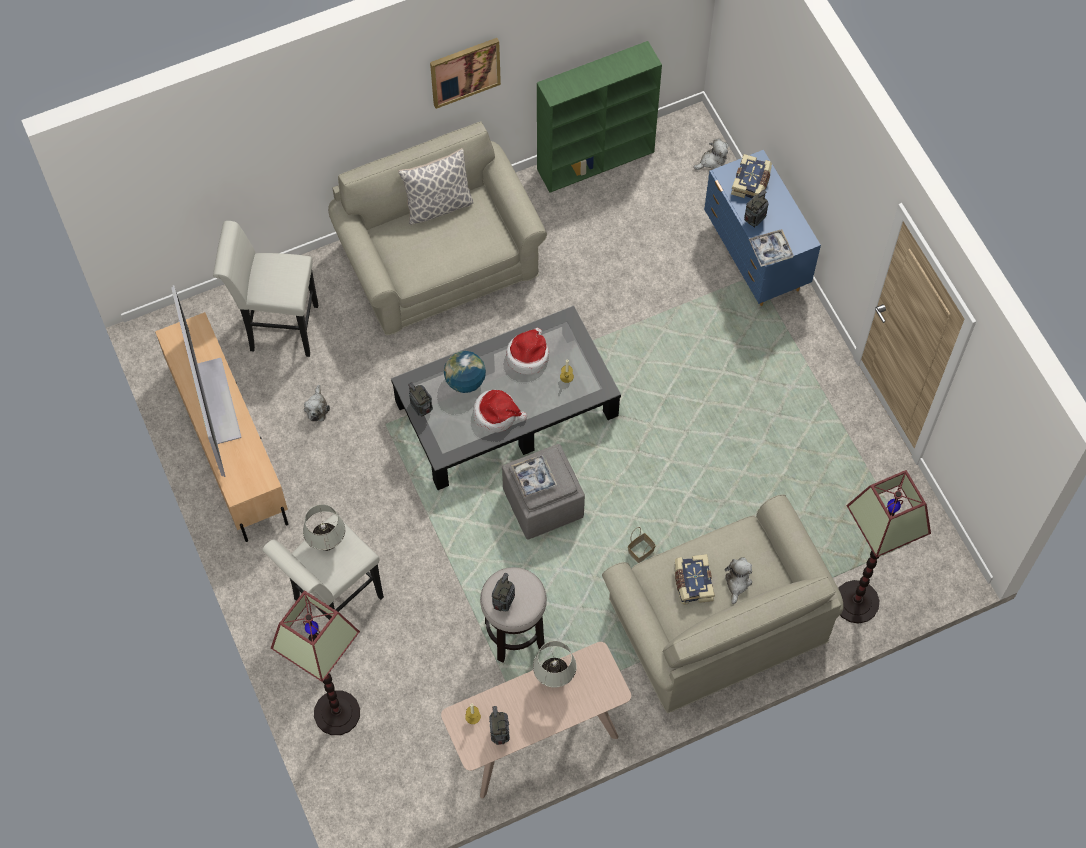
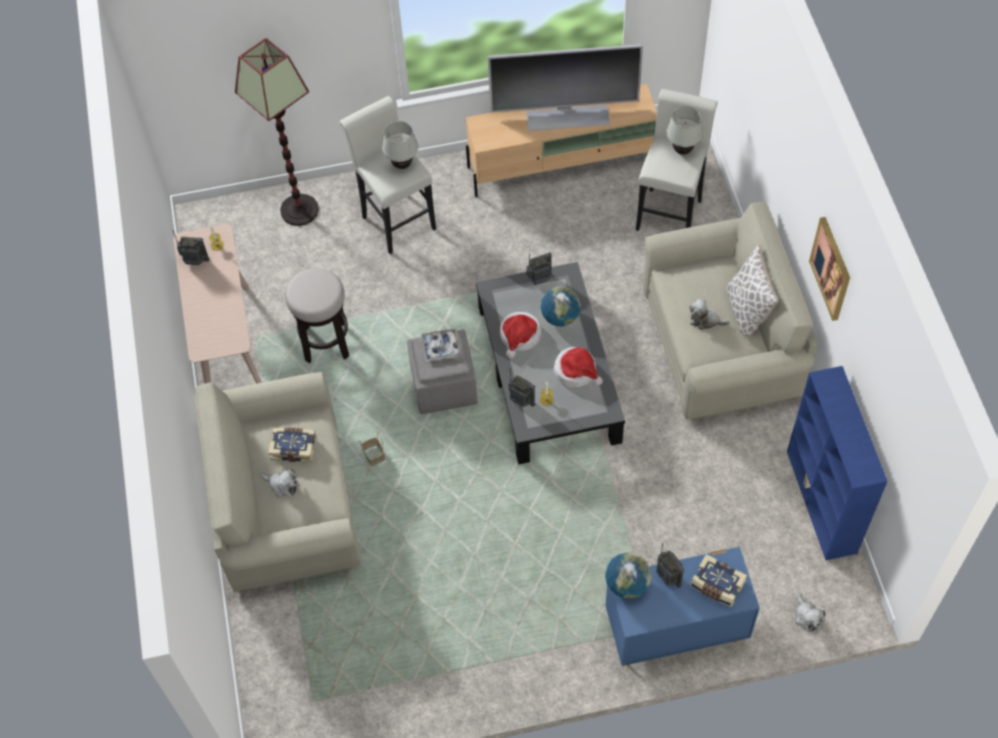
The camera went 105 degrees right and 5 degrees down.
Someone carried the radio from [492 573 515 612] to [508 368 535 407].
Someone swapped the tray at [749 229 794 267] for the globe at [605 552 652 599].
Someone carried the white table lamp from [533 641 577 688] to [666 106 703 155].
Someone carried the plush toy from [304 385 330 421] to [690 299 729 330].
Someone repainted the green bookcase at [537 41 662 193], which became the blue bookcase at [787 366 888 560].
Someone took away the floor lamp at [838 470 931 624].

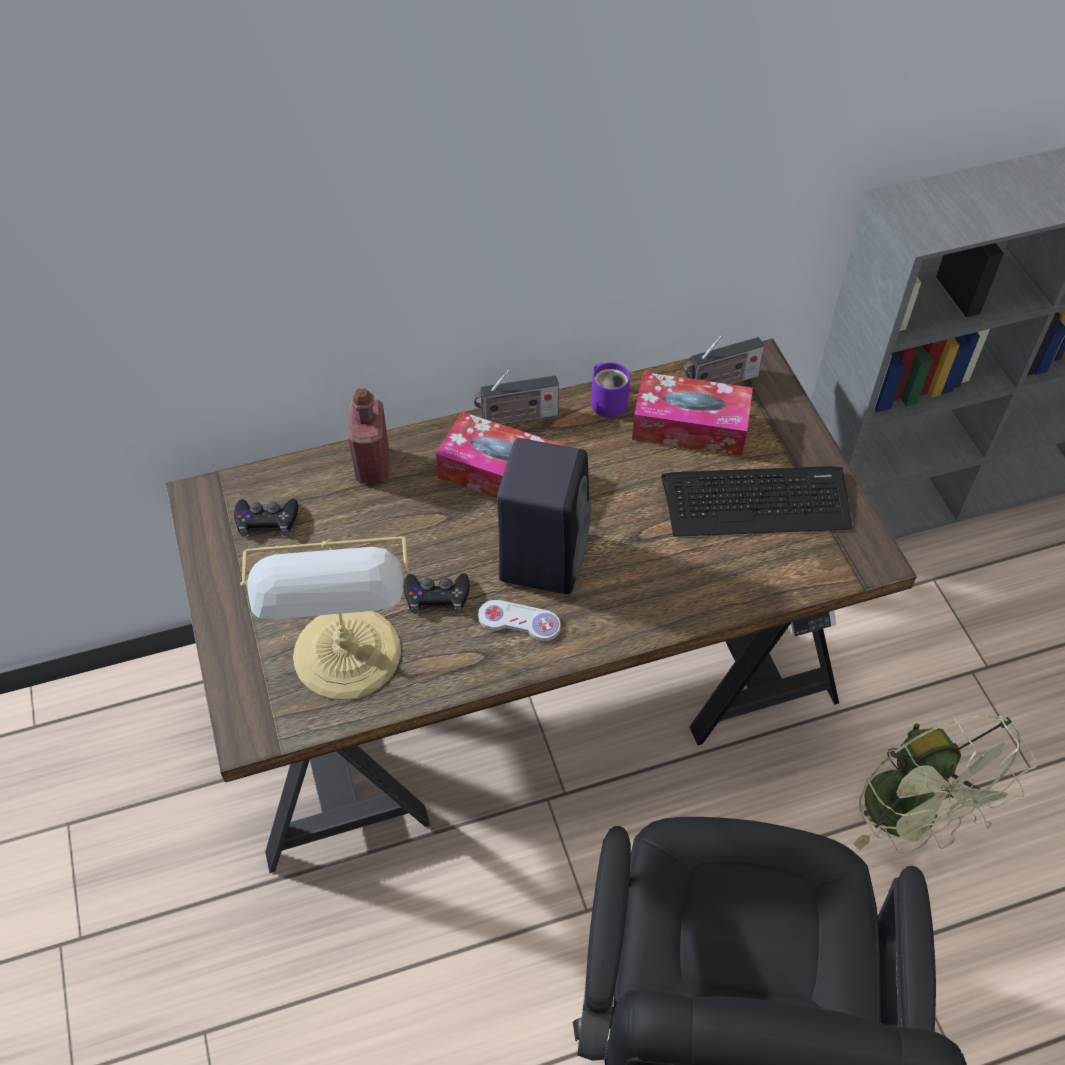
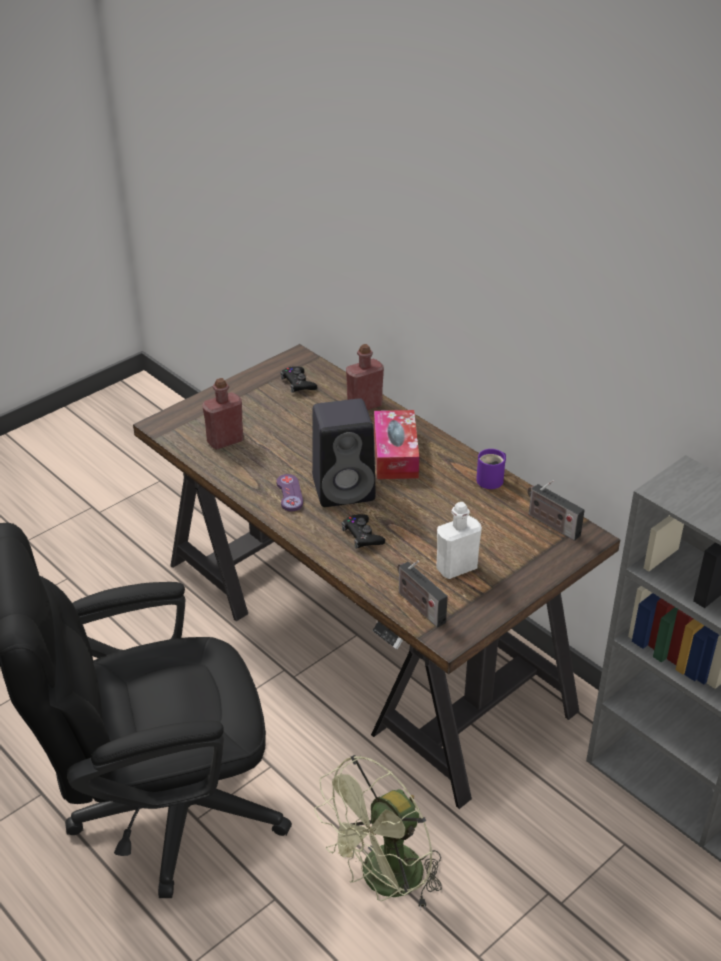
The camera went 65 degrees right and 15 degrees down.
Someone swapped the table lamp at [240 536 409 700] for the red bottle at [202 378 243 450].
Someone repainted the white game controller at [478 600 561 641], which became the purple game controller at [276 474 303 512].
Someone carried the black game controller from [404 573 469 614] to [342 514 385 549].
Someone carried the radio from [473 369 559 425] to [397 560 448 627].
Someone swapped the keyboard at [661 466 853 537] for the white bottle at [436 502 482 579].
Someone took away the tissue box at [632 372 753 456].

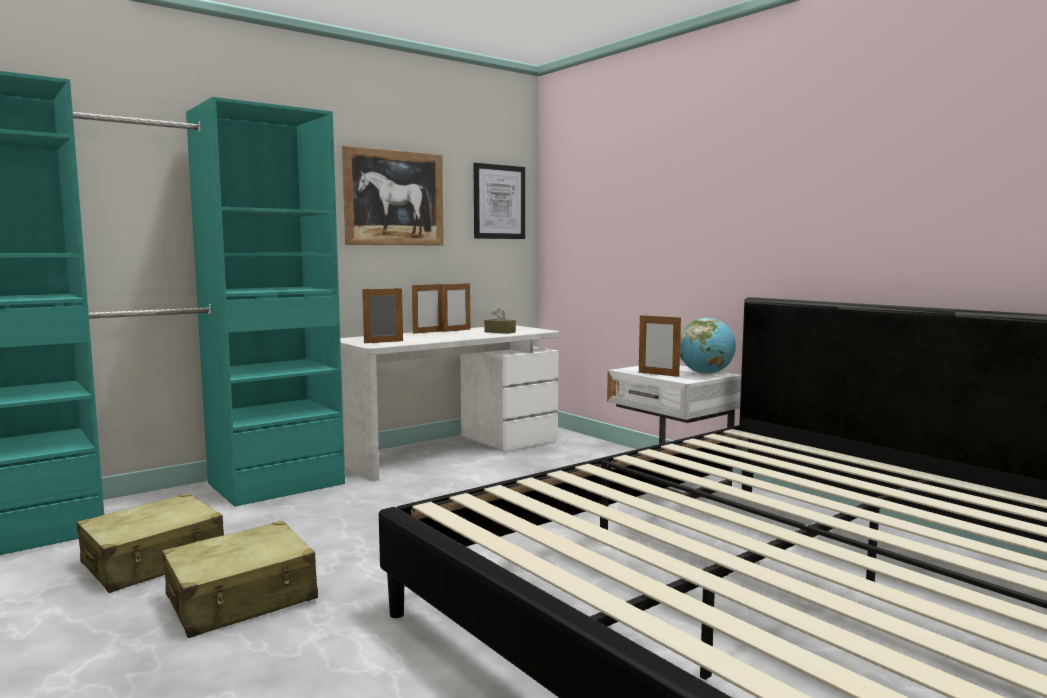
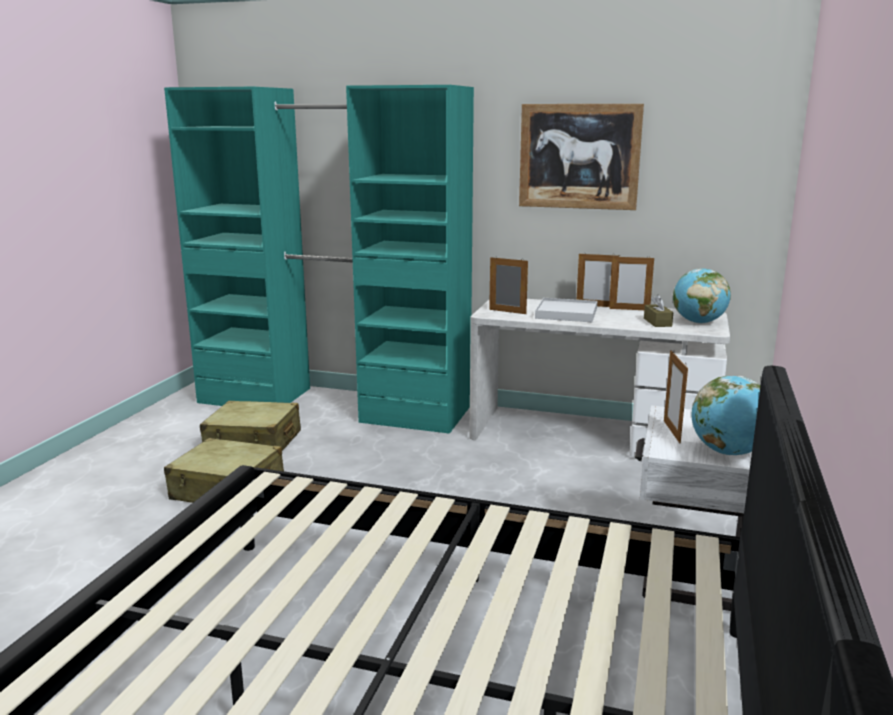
The camera went 55 degrees right and 10 degrees up.
Someone put down the white tray at [535 298 597 322].
Someone put down the globe at [673 269 731 323].
Someone took away the picture at [474 163 525 239].

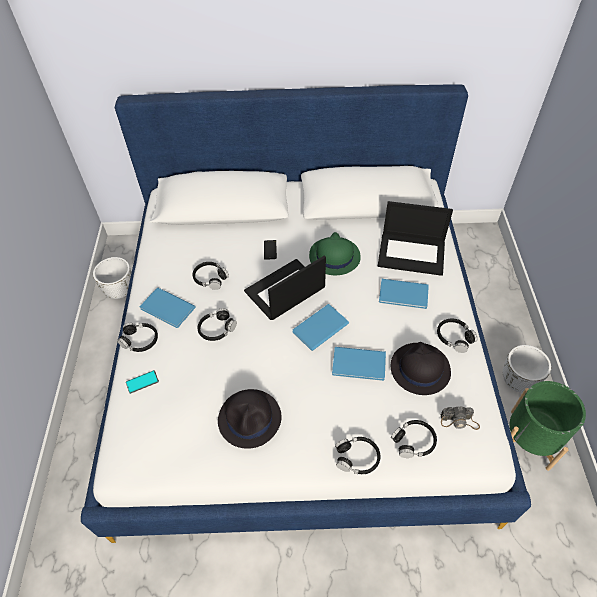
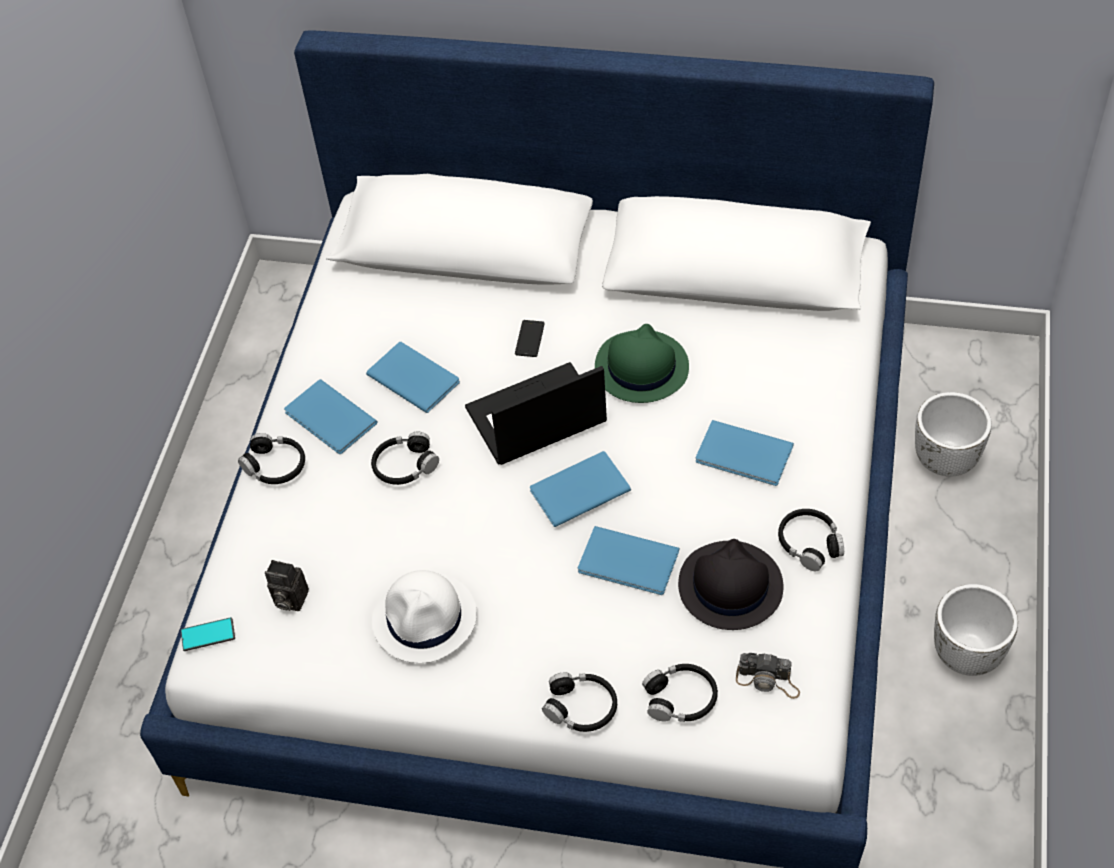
The camera went 15 degrees right and 0 degrees up.
Someone carried the phone from [126 370 159 394] to [181 617 235 651].
Someone put down the photo camera at [265 560 309 611].
Someone swapped the black headphones at [192 262 229 290] for the blue book at [366 342 460 413].
Someone repainted the black hat at [218 389 282 449], which became the white hat at [372 570 477 663].
Someone carried the white planter from [93 257 132 299] to [915 392 992 477].
Someone took away the laptop at [378 201 453 276].
Someone took away the green planter at [510 381 586 471].

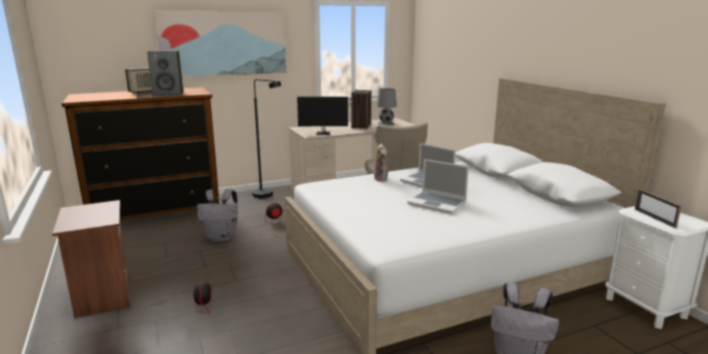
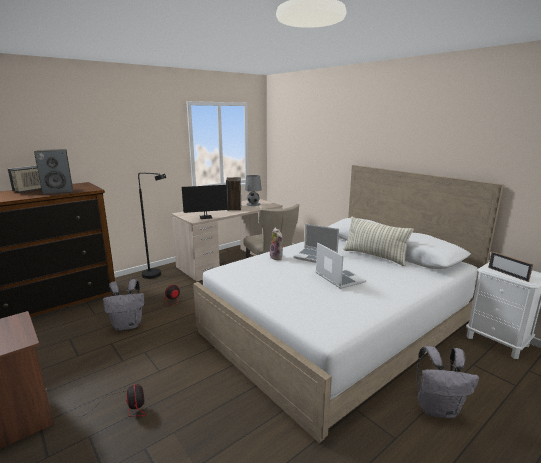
The camera went 15 degrees left and 0 degrees up.
Someone rotated the laptop at [407 159 469 214] by 135 degrees counterclockwise.
Someone put down the pillow at [343 217 413 266].
Someone took away the picture at [154 11 286 77].

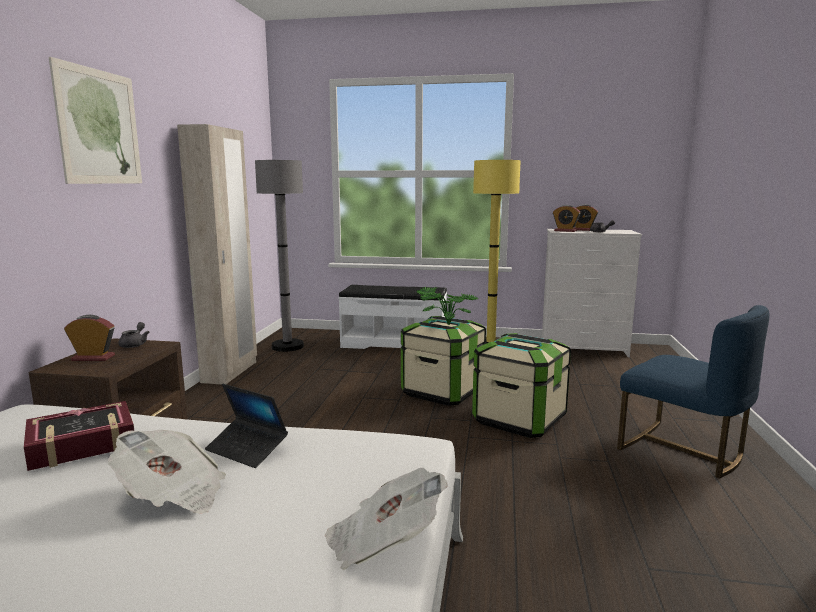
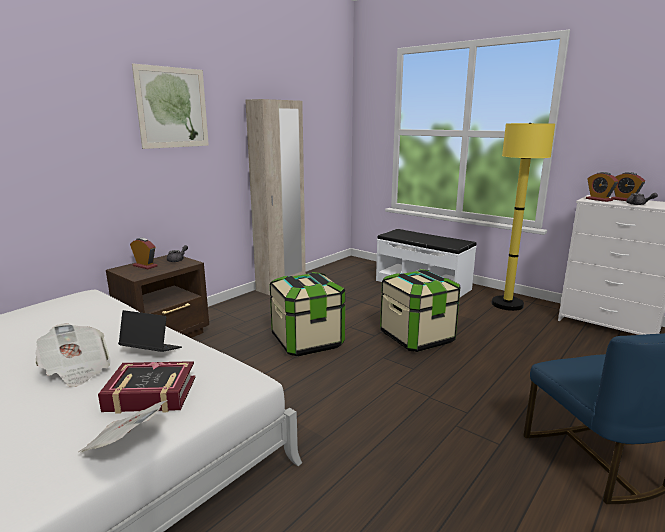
The camera went 30 degrees right and 5 degrees up.
Someone carried the book from [24 401 134 471] to [98 361 195 414].
Someone rotated the laptop at [205 384 288 468] by 135 degrees clockwise.
Someone carried the storage box from [472 333 571 438] to [270 272 345 357].
Someone took away the grey floor lamp at [255 160 304 352].
Someone took away the potted plant at [417 286 479 325].

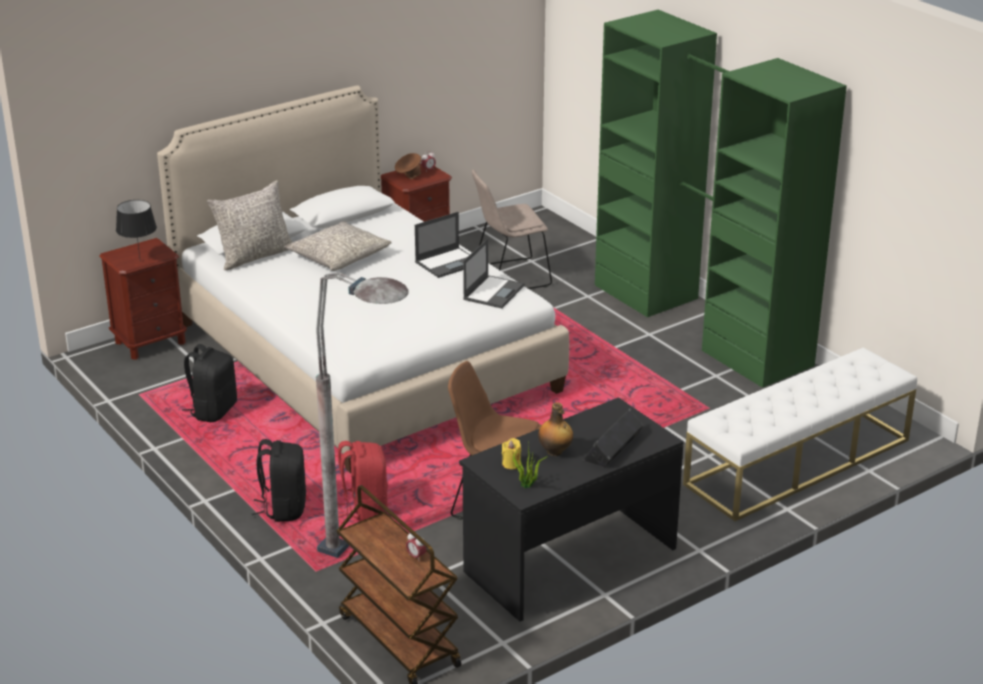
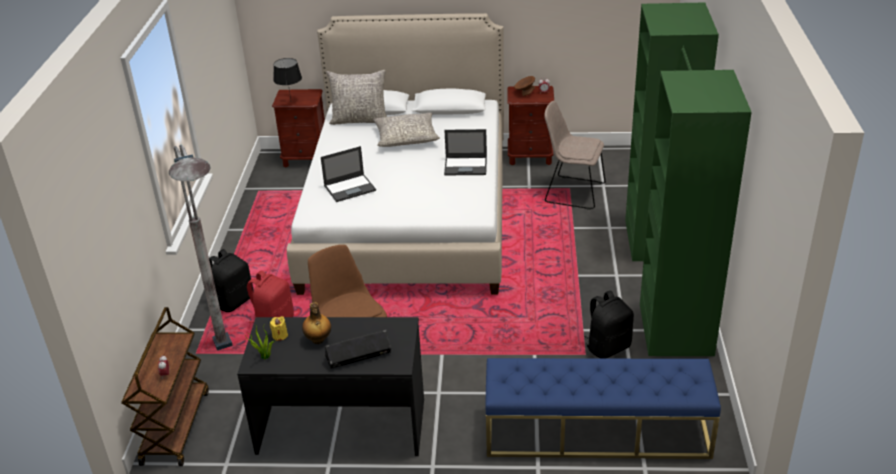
The camera went 40 degrees right and 5 degrees up.
Someone carried the laptop from [463 239 525 308] to [321 146 376 202].
Someone repainted the white bench at [683 347 917 521], which became the blue bench at [486 358 721 459].
Someone carried the black backpack from [182 344 237 422] to [585 290 634 359].

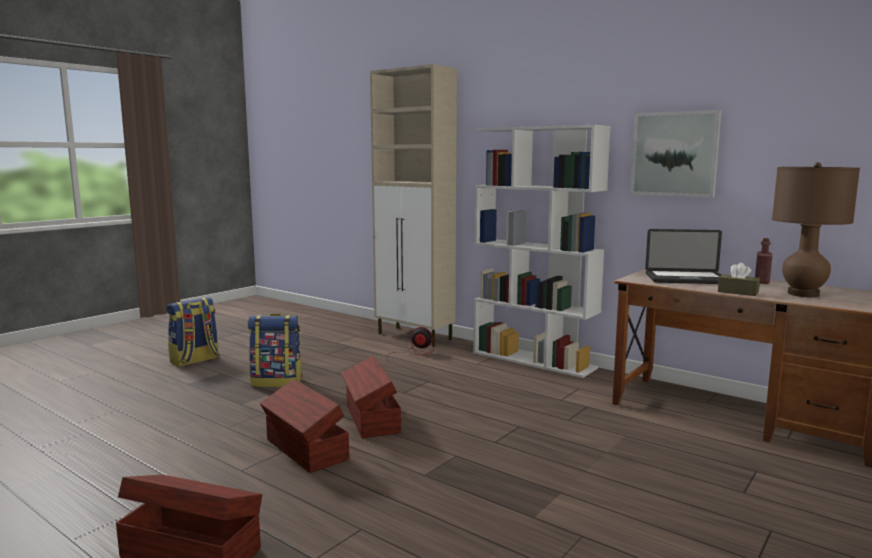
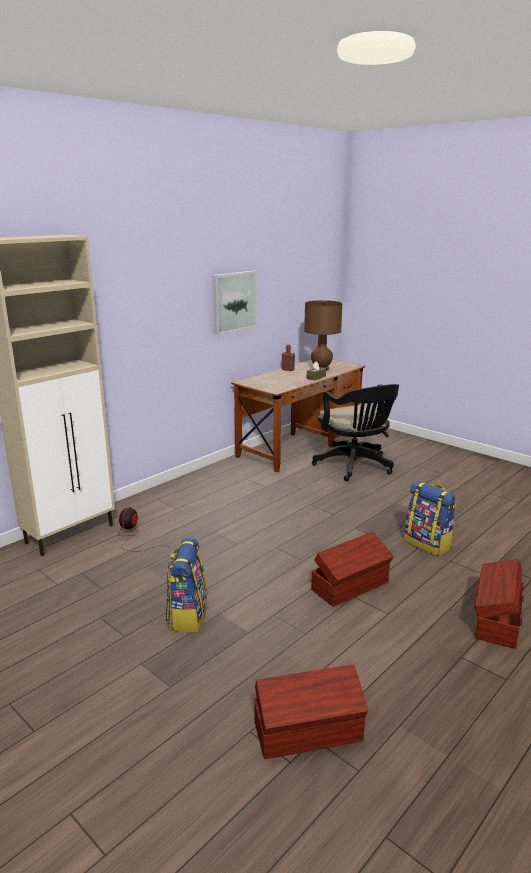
The camera went 85 degrees left and 10 degrees up.
Someone carried the brown storage box from [341 356 401 438] to [254 664 368 759].
Someone put down the black office chair at [312 384 399 481].
Someone carried the backpack from [167 297 219 367] to [404 481 456 556].
Someone took away the white bookcase at [473 125 611 378].
Someone took away the laptop at [645 229 722 284].

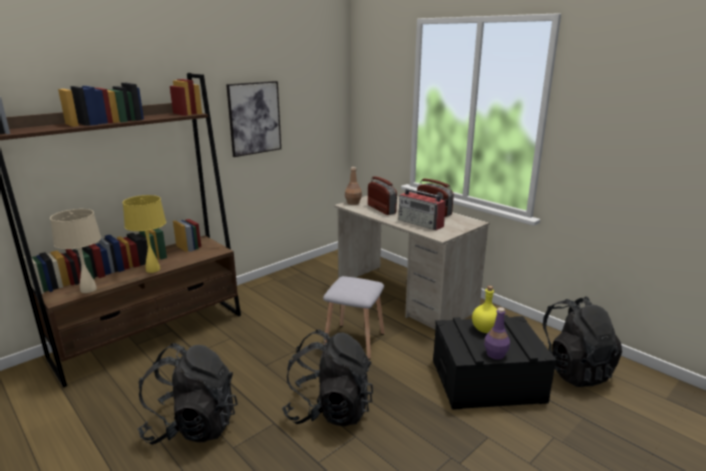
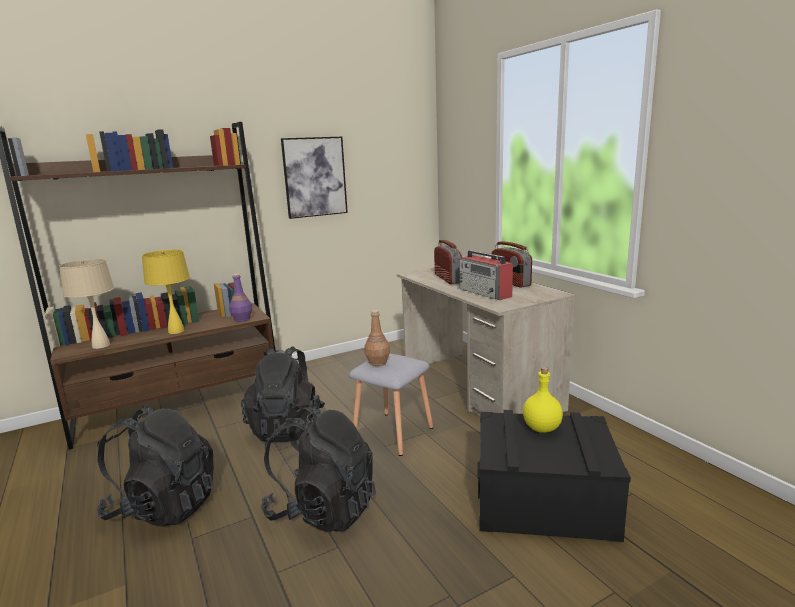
The camera went 15 degrees right and 5 degrees down.
Someone carried the purple bottle from [484 307 510 360] to [229 273 252 322].
Someone carried the black backpack from [543 296 622 387] to [241 346 325 443].
Someone carried the brown bottle from [345 167 362 205] to [365 310 390 366].

